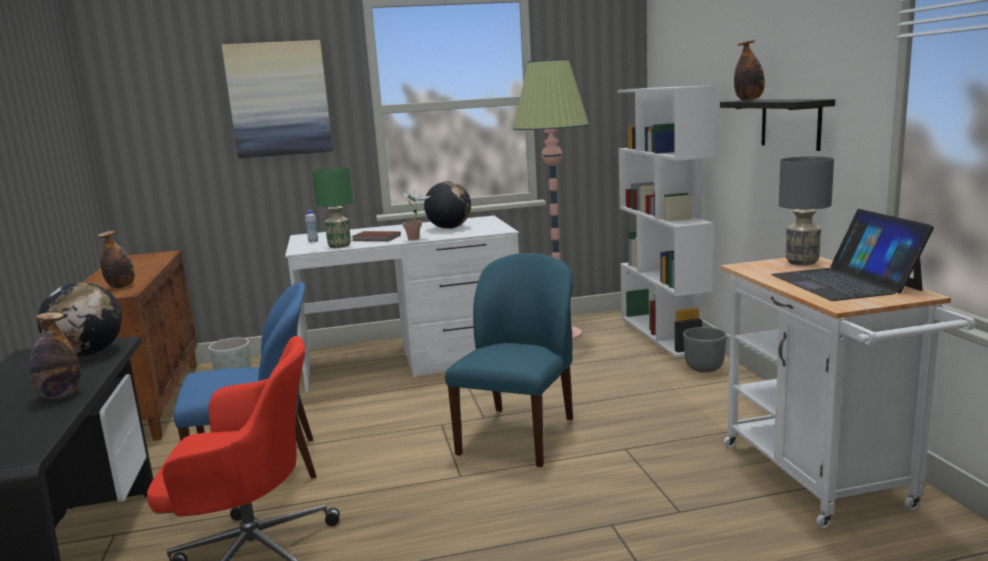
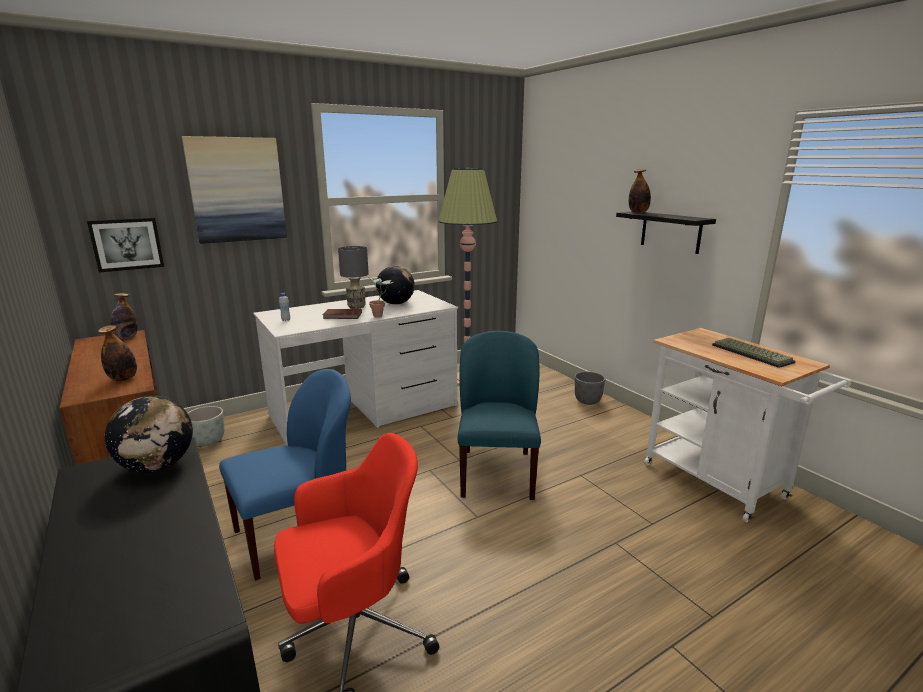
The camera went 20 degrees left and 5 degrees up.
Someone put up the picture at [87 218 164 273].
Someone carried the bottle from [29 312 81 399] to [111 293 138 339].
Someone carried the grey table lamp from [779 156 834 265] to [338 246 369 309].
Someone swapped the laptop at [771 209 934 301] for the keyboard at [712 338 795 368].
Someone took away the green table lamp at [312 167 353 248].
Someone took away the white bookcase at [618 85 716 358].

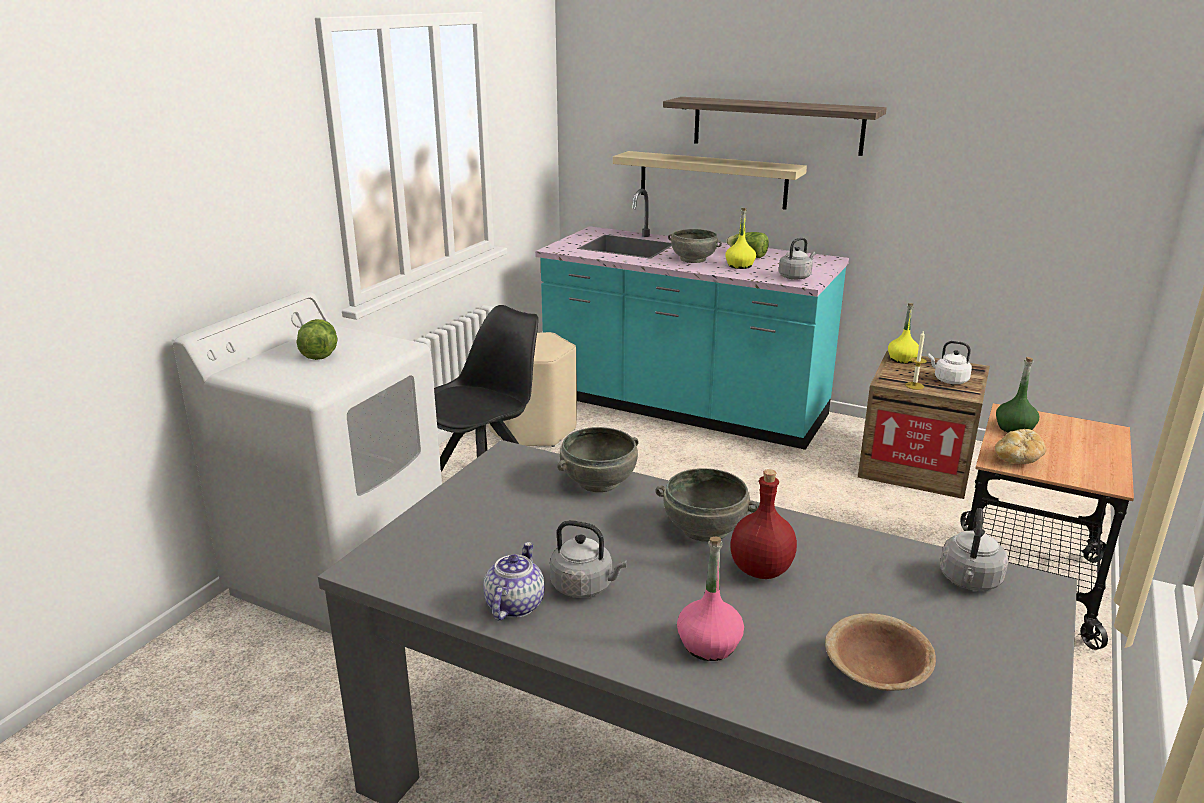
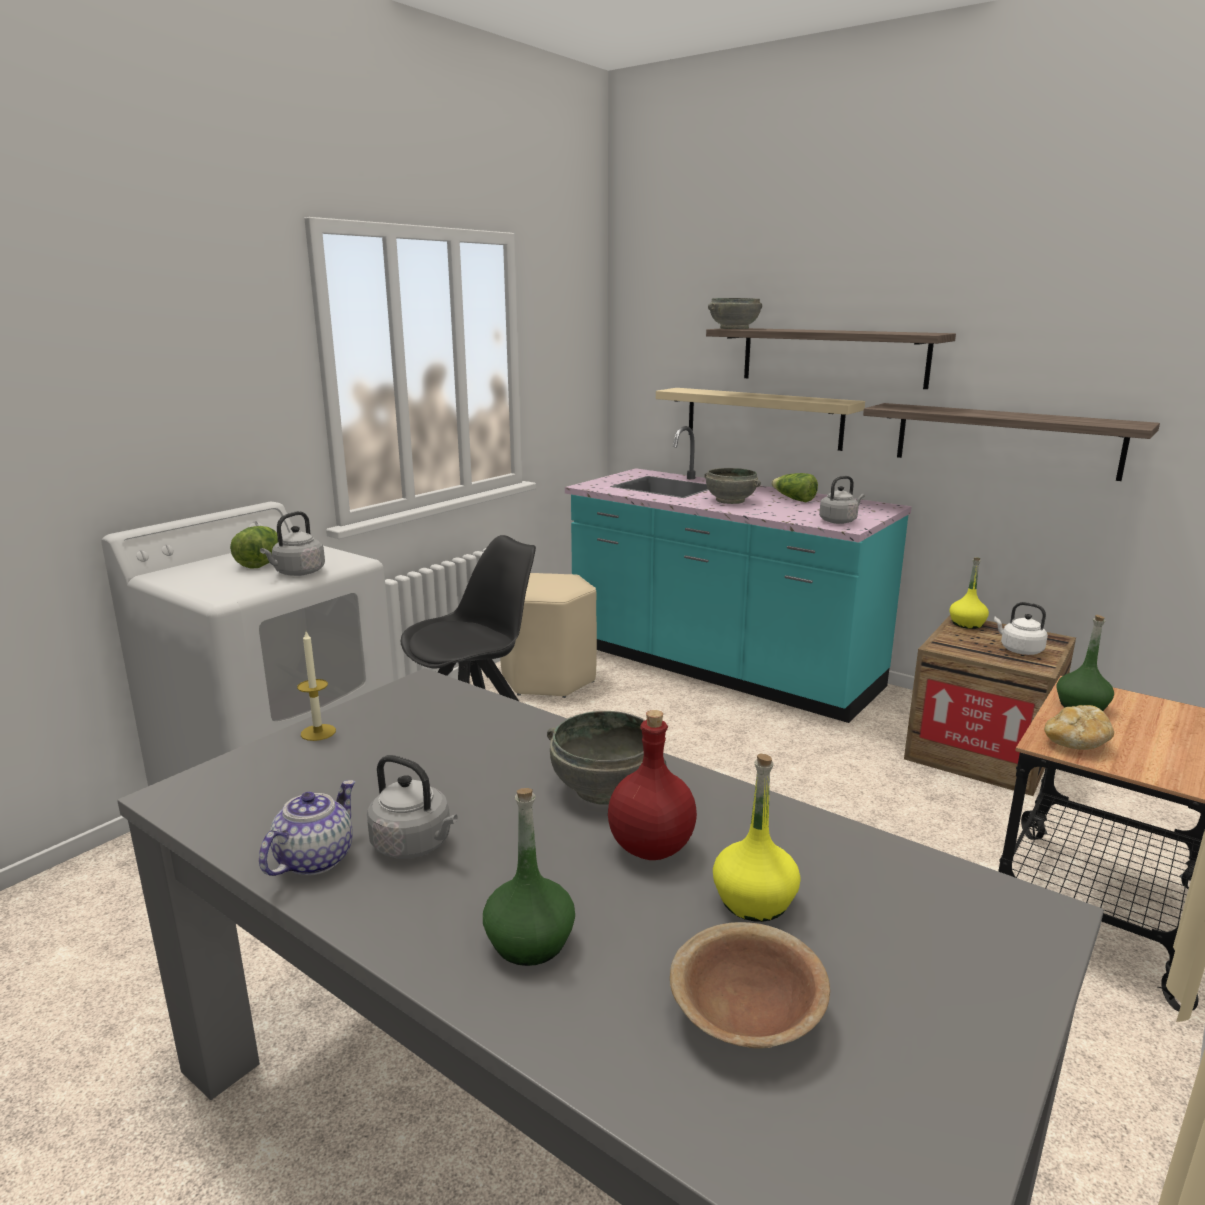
The camera went 10 degrees right and 5 degrees down.
Someone carried the grey kettle from [940 508 1008 591] to [260 511 325 576].
Someone carried the candle from [905 331 927 390] to [297 631 336 741].
Someone repainted the pink bottle at [677 537 744 661], which became the green bottle at [483 788 575 966].
Someone carried the grey bowl from [557 427 638 492] to [708 298 762 329].
Someone carried the yellow bottle from [725 208 756 269] to [713 753 801 922].
Someone put up the shelf at [863 403 1160 481].

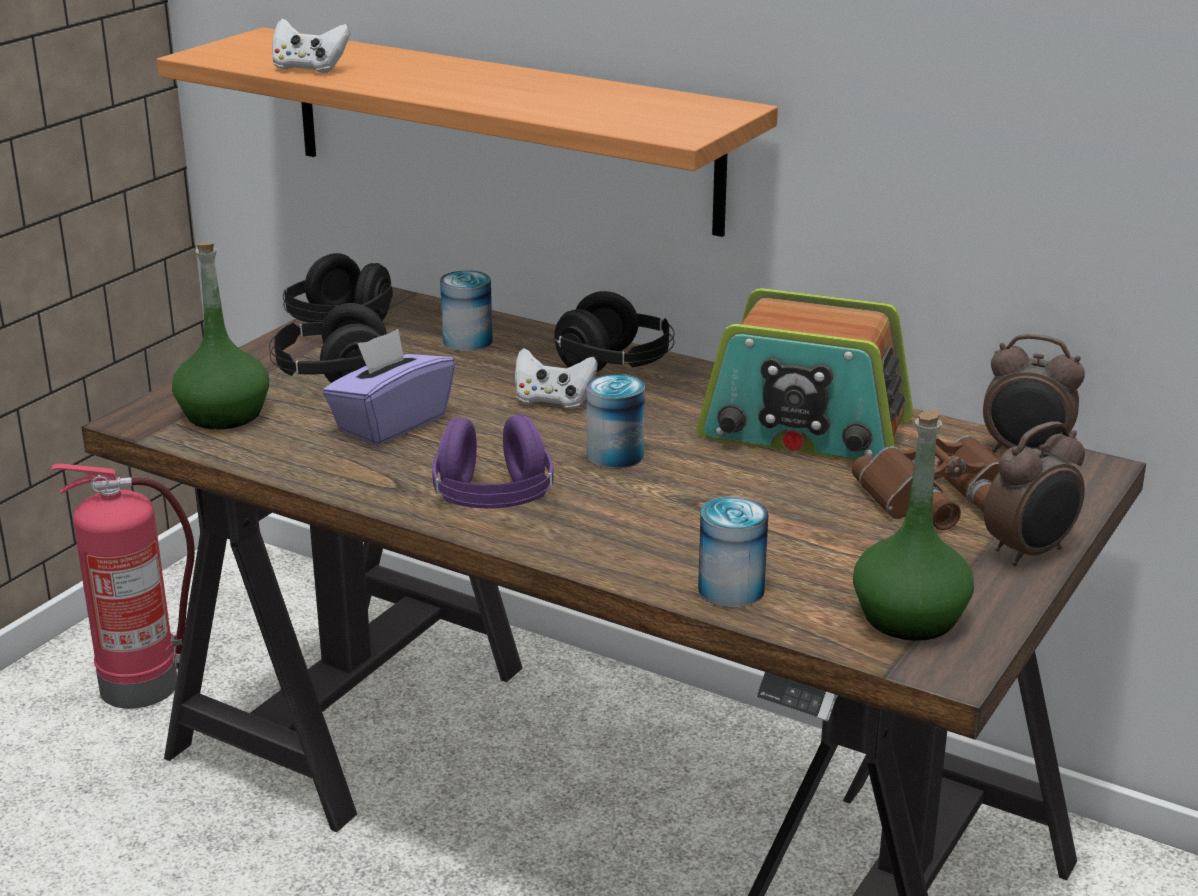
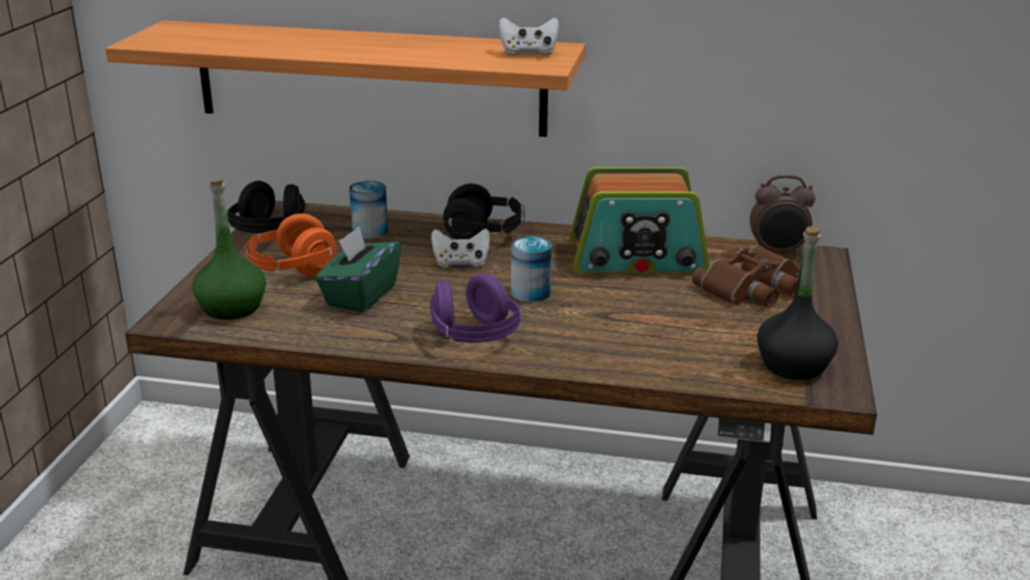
The camera went 20 degrees left and 0 degrees up.
Someone repainted the black headphones at [269 303 387 383], which became the orange headphones at [245 213 337 276].
Someone repainted the purple tissue box at [322 329 455 446], which became the green tissue box at [315 227 401 312].
Someone carried the white game controller from [272 19 351 73] to [499 17 559 56].
Someone repainted the green bottle at [853 410 974 641], which became the black bottle at [757 226 838 380].
Someone took away the fire extinguisher at [51 464 195 709].
Someone took away the can at [698 496 769 607].
Someone took away the alarm clock at [984 421 1085 566].

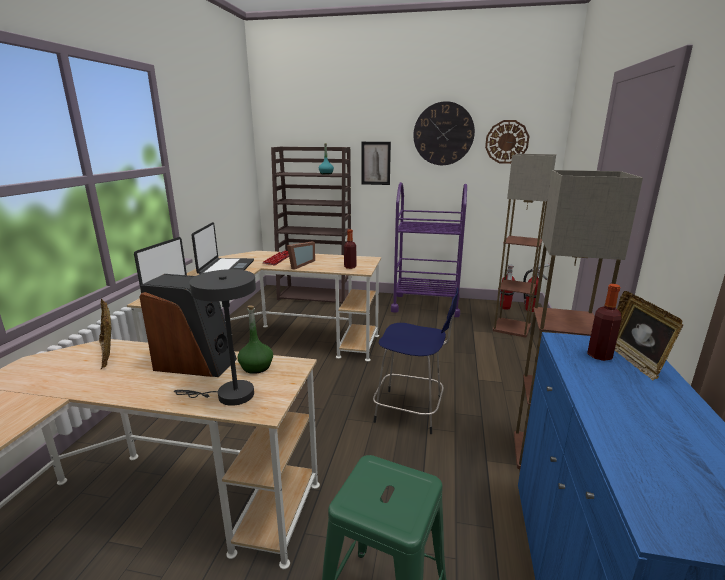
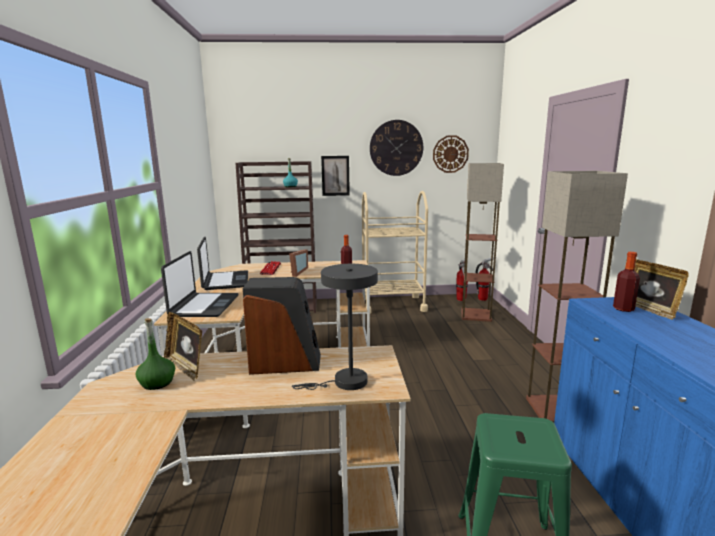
The camera went 15 degrees left and 5 degrees down.
Someone carried the green bottle from [238 306 273 374] to [136 318 175 390].
Someone repainted the purple cart at [391 182 467 317], which became the beige cart at [362 191 428 314].
Someone took away the blue stool at [373 287 458 434].

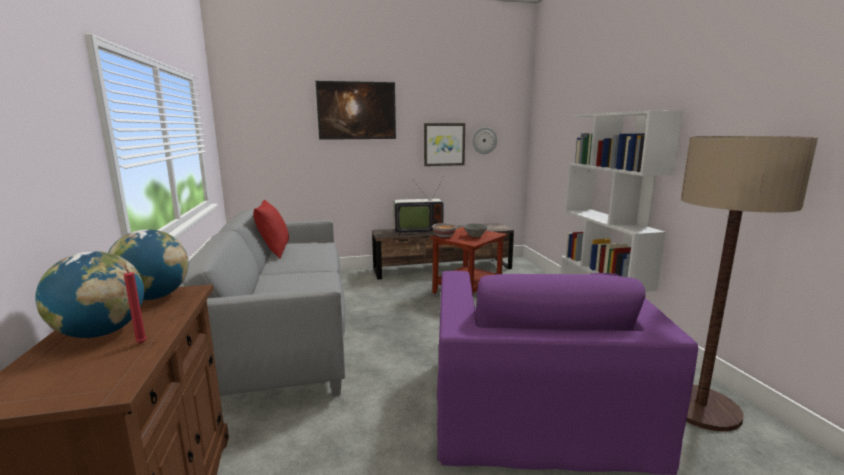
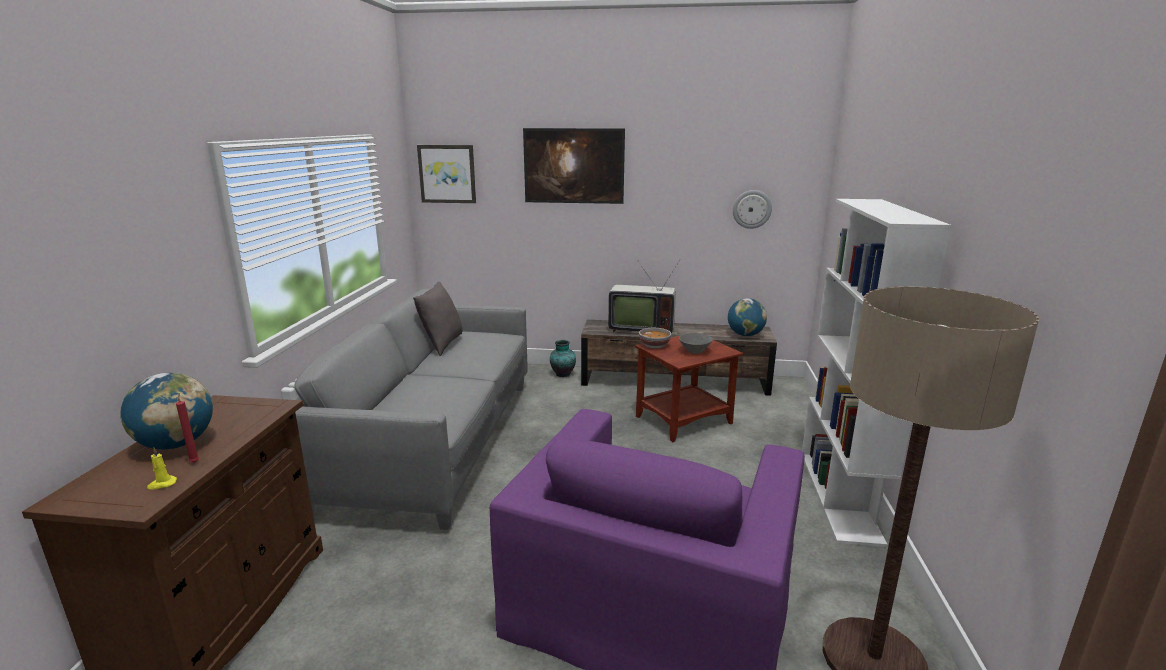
The camera went 20 degrees right and 5 degrees up.
Someone put down the yellow candle at [147 448 177 489].
Someone repainted the red pillow at [253 200 289 259], which became the grey pillow at [413 282 463 356].
Someone carried the picture from [424 123 465 166] to [417 145 476 203].
Someone put down the vase at [550 340 576 377].
Someone carried the globe from [108 229 189 300] to [728 298 767 336].

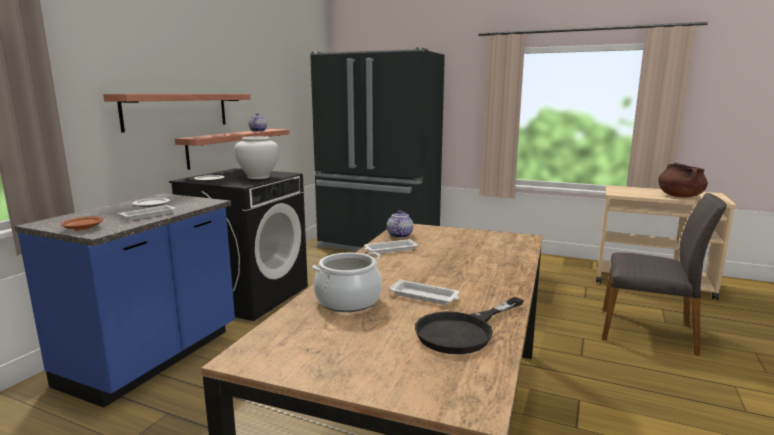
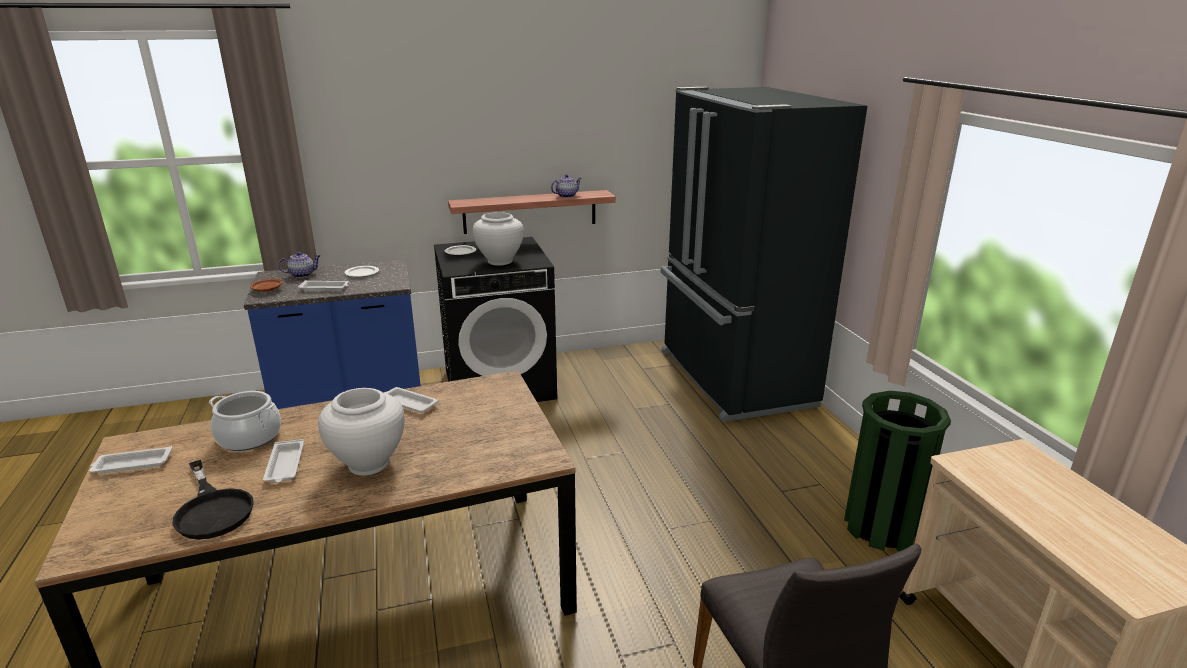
The camera went 50 degrees right and 10 degrees up.
Someone put down the white tray at [90 446 173 474].
Someone rotated the black frying pan at [415 297 524 354] by 135 degrees counterclockwise.
Someone carried the teapot from [387 210 413 238] to [278 252 321 278].
Someone put down the white vase at [318 388 405 476].
Someone put down the green trash can at [844 391 951 551].
Someone took away the shelf at [103 94 250 133].
Someone took away the brown cooking pot at [658 163 708 197].

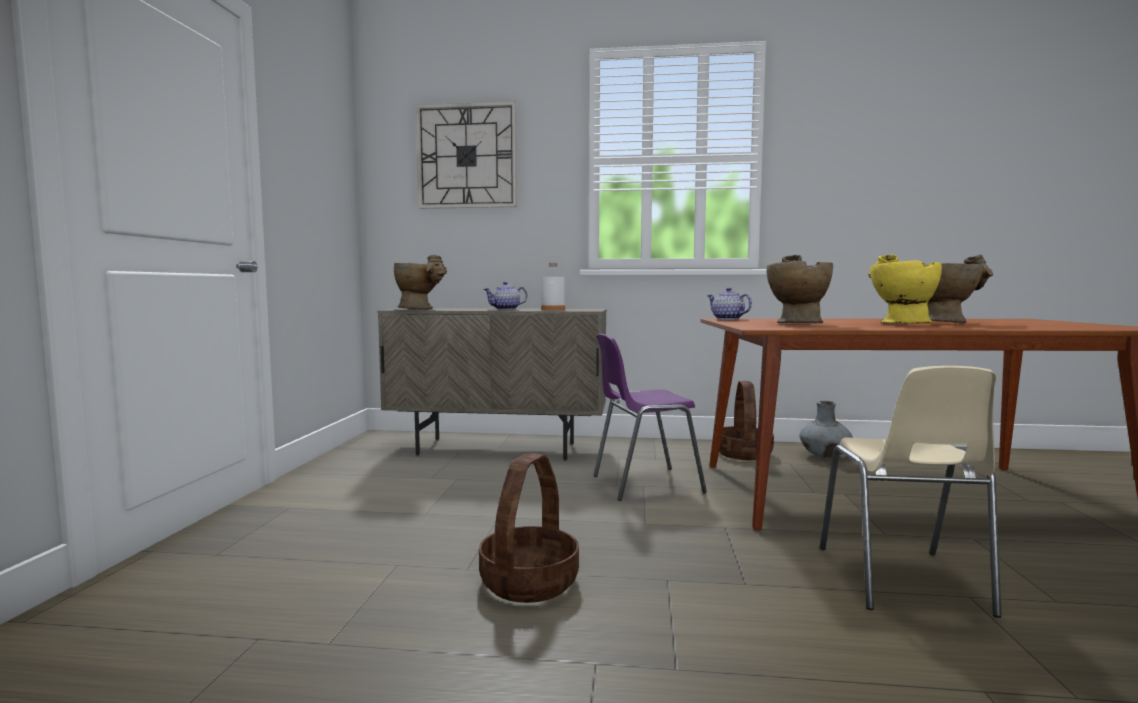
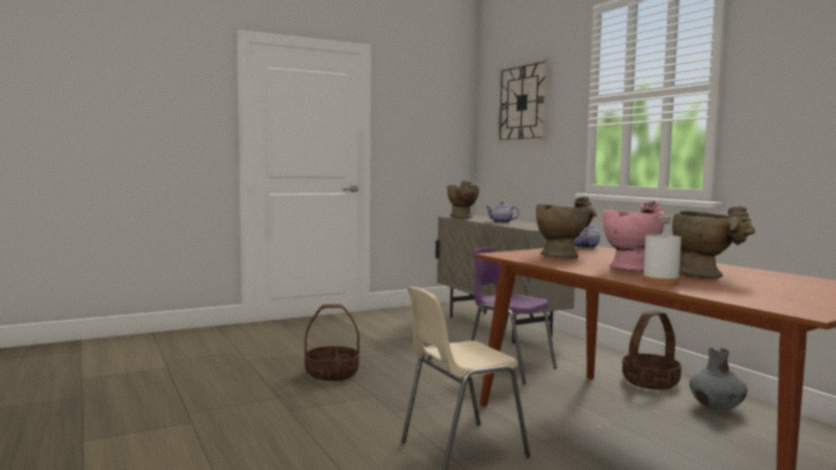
The camera went 55 degrees right and 0 degrees up.
Someone repainted the yellow vase at [868 255 942 324], which became the pink vase at [603 201 670 271].
Someone carried the white bottle from [541 263 565 310] to [643 216 681 285].

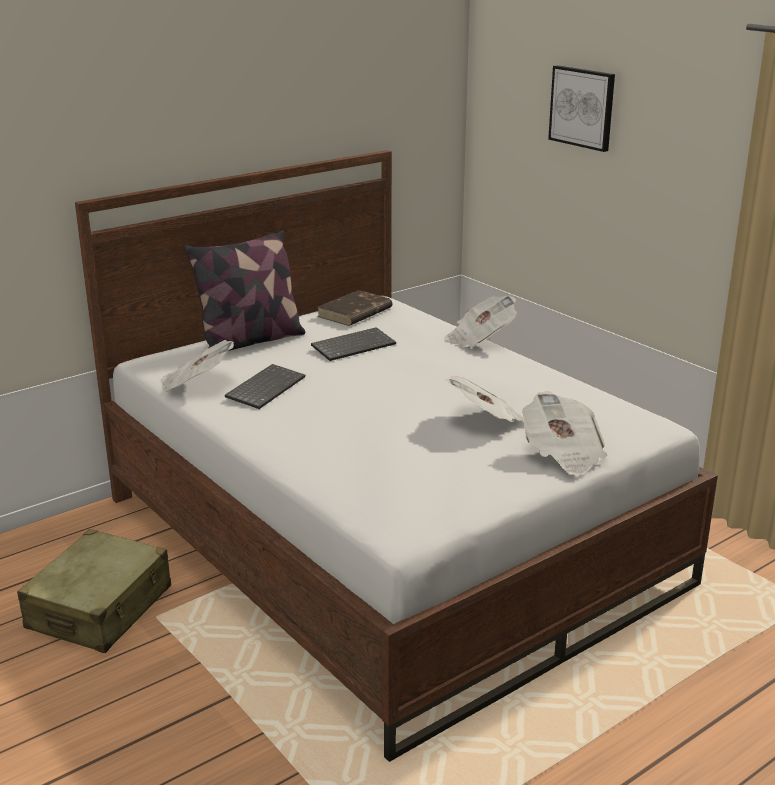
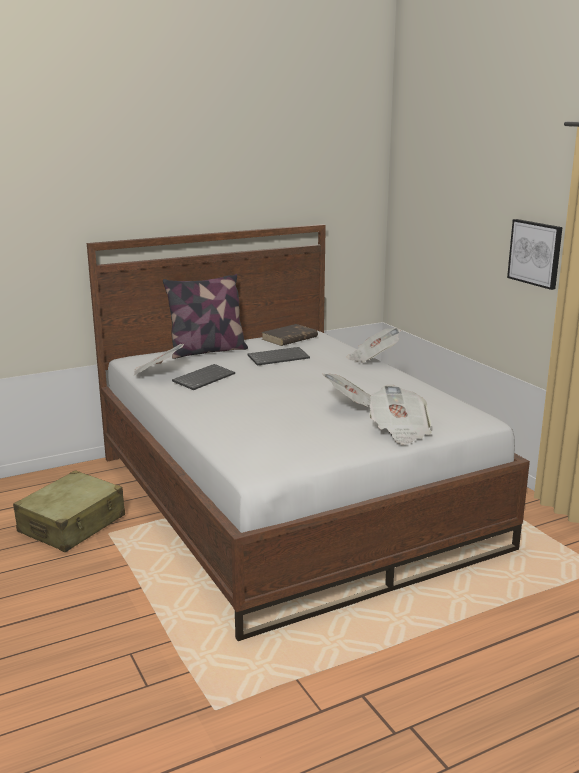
The camera went 10 degrees right and 5 degrees down.
Someone carried the picture from [548 65 615 152] to [507 219 563 290].

